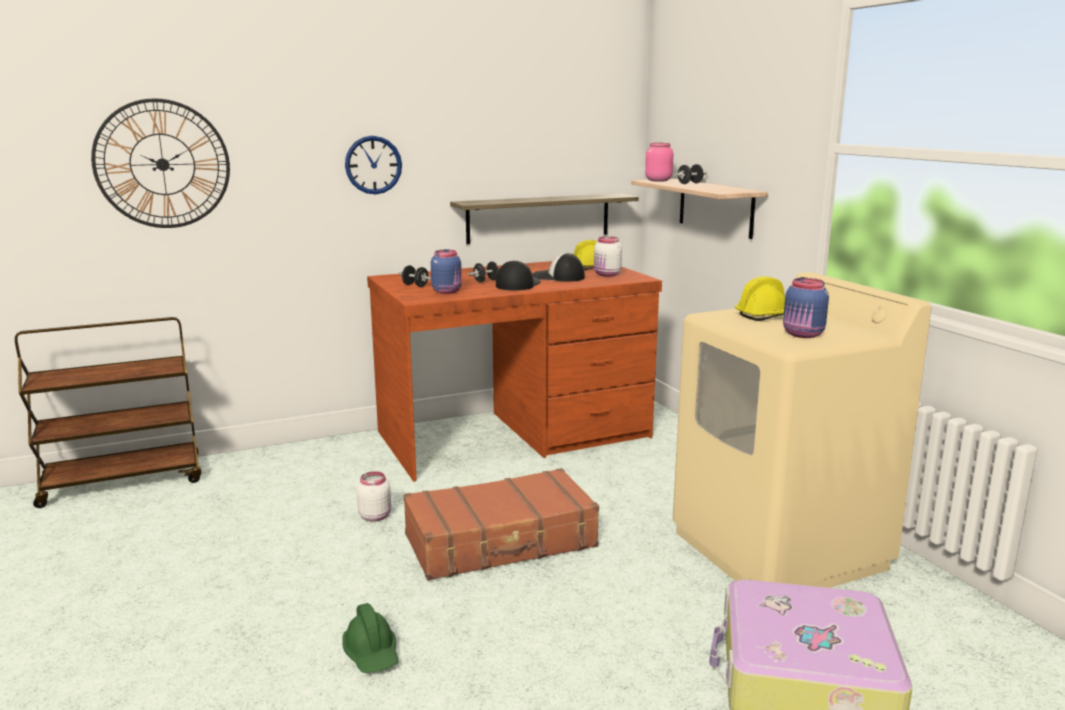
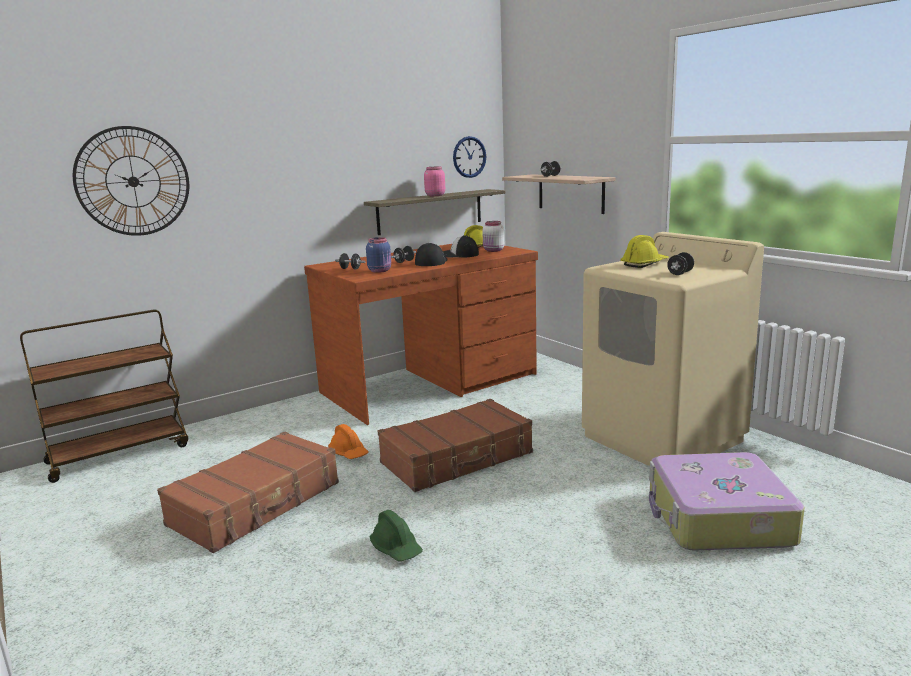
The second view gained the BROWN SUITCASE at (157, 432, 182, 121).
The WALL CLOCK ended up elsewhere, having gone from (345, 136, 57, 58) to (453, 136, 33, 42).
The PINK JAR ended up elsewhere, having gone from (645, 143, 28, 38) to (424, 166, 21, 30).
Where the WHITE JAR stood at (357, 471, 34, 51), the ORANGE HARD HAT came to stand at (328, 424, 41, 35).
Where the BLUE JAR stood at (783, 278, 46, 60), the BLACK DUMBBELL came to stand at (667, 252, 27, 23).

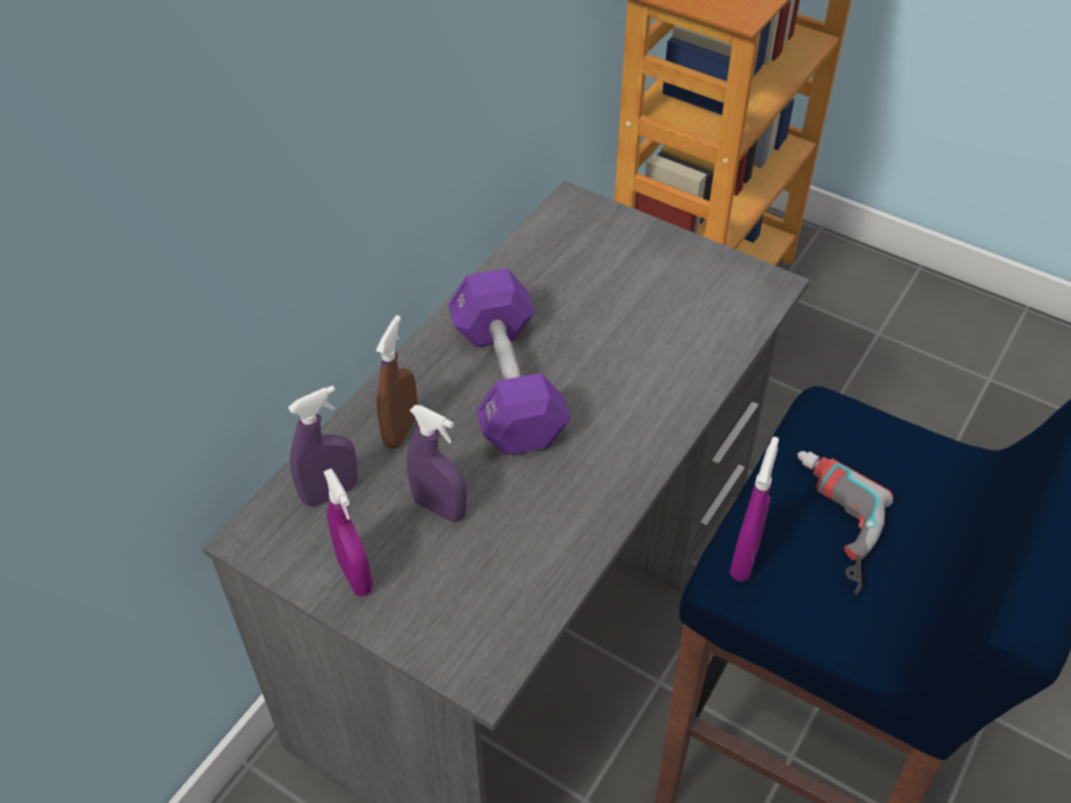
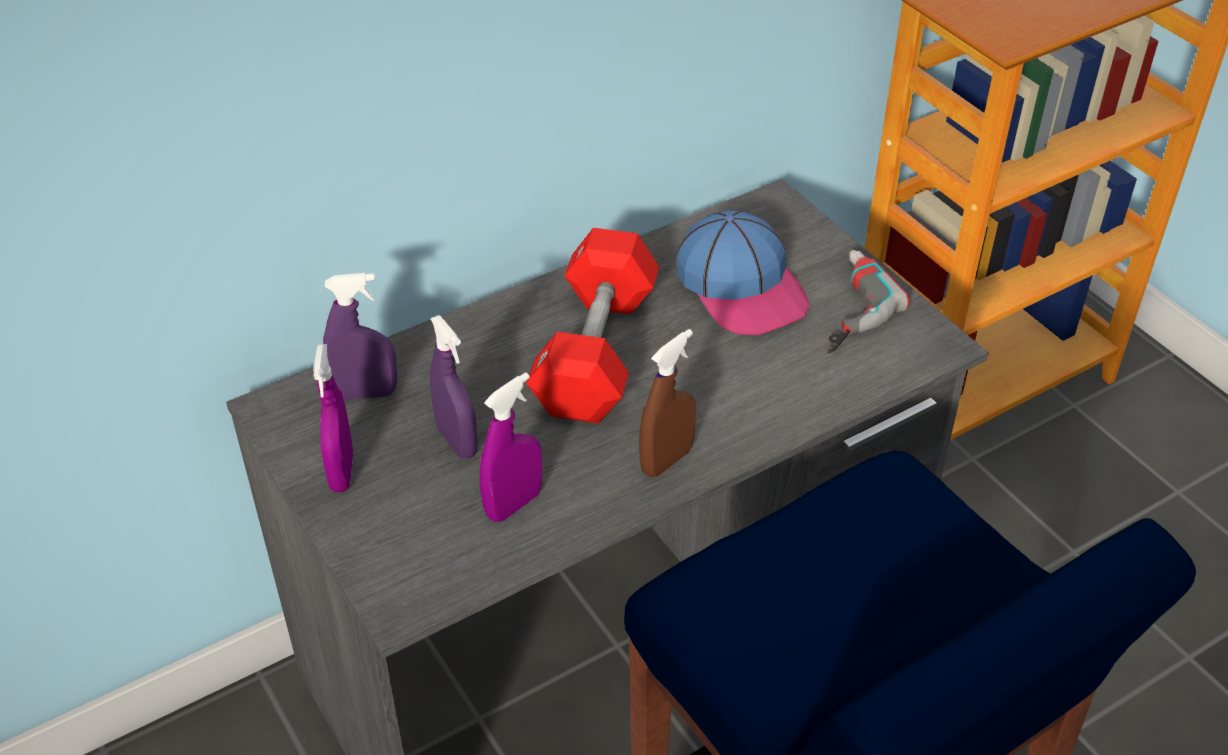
The second view gained the CAP at (677, 210, 133, 125).
The BROWN SPRAY BOTTLE ended up elsewhere, having gone from (376, 315, 42, 134) to (639, 329, 57, 148).
The PURPLE SPRAY BOTTLE ended up elsewhere, having gone from (730, 437, 49, 144) to (480, 372, 62, 150).
The POWER DRILL ended up elsewhere, having gone from (797, 451, 96, 143) to (827, 250, 83, 103).
What was the PURPLE DUMBBELL at (448, 268, 123, 187) turned into the RED DUMBBELL at (526, 228, 133, 196).

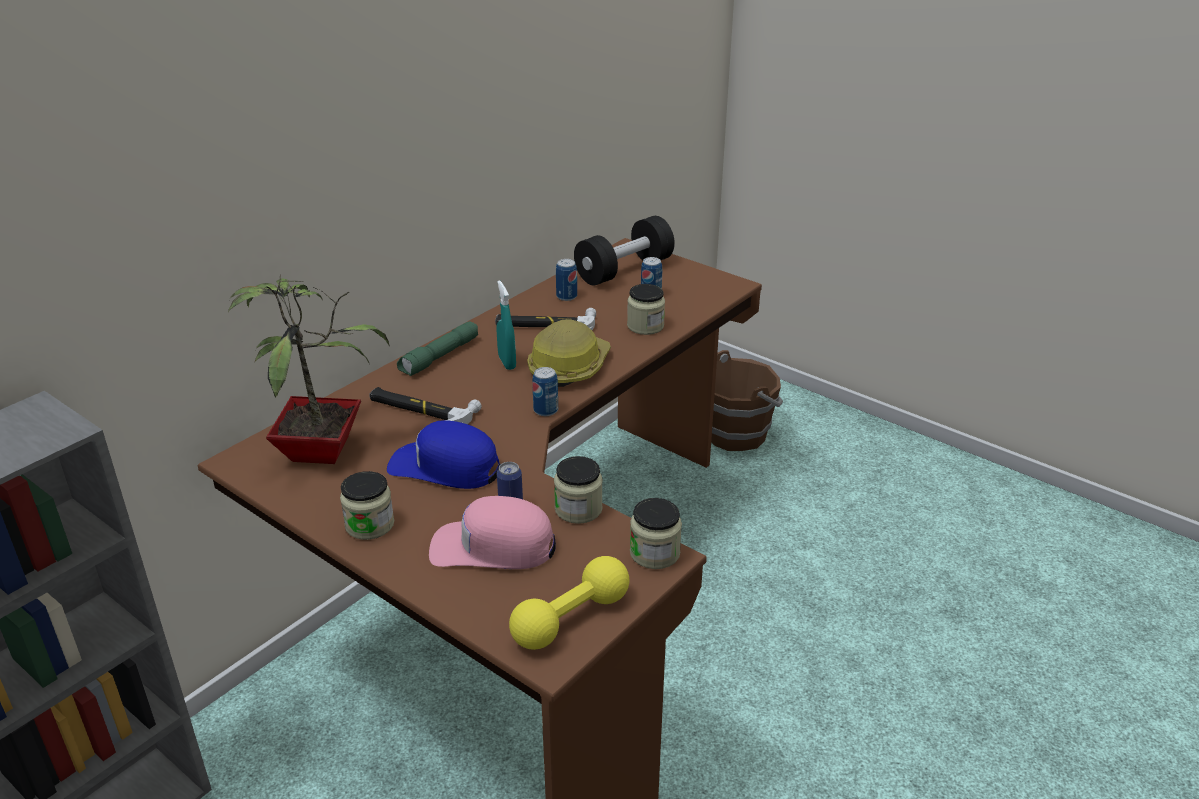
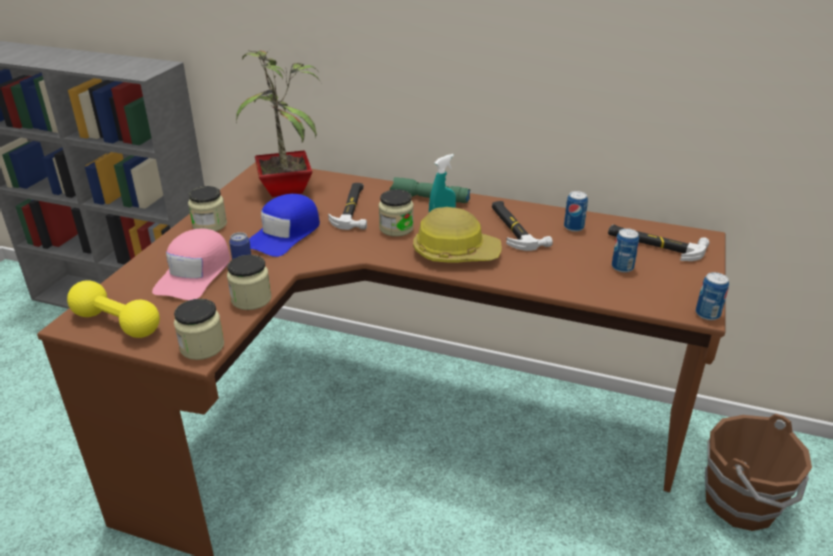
The CAN ended up elsewhere, having gone from (532, 367, 26, 49) to (696, 272, 33, 48).
The JAR ended up elsewhere, having gone from (627, 284, 38, 51) to (379, 189, 35, 48).
Where the BLACK DUMBBELL stood at (574, 216, 101, 69), the HAMMER came to stand at (608, 224, 102, 37).
The BLUE CAP at (387, 420, 113, 69) ended up facing another way, 150 degrees counterclockwise from before.
The PINK CAP at (429, 496, 127, 73) ended up facing another way, 150 degrees counterclockwise from before.

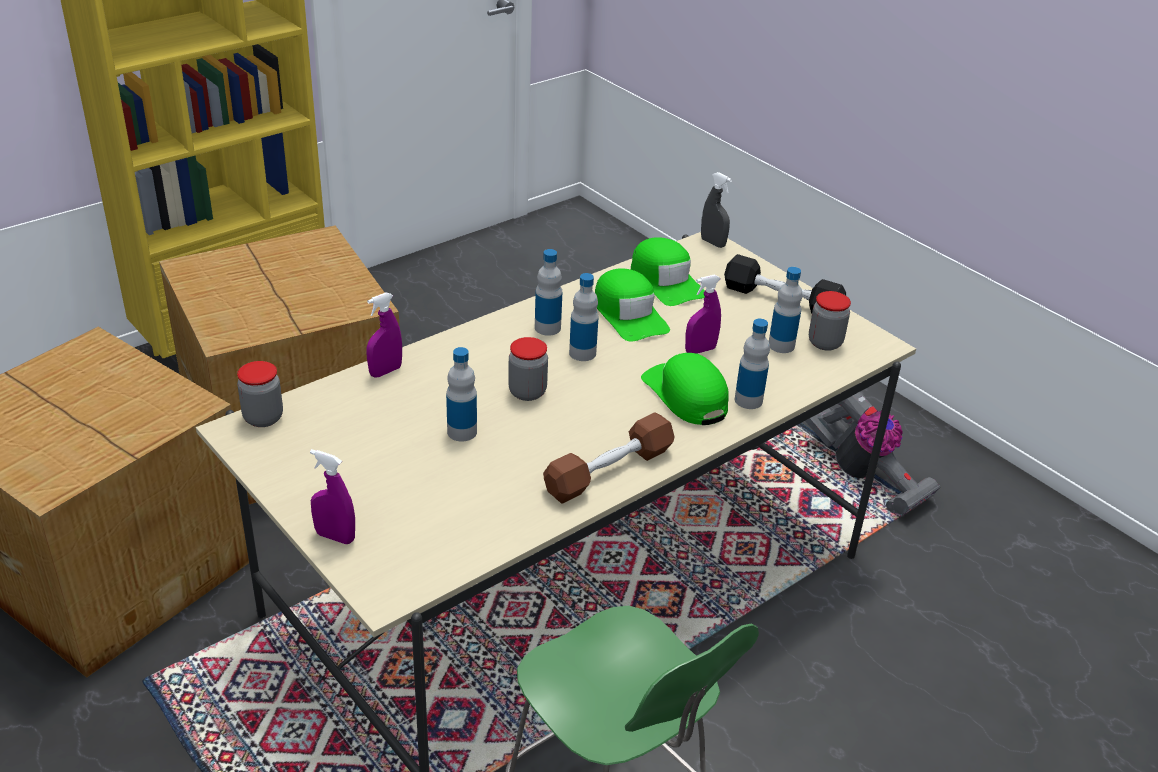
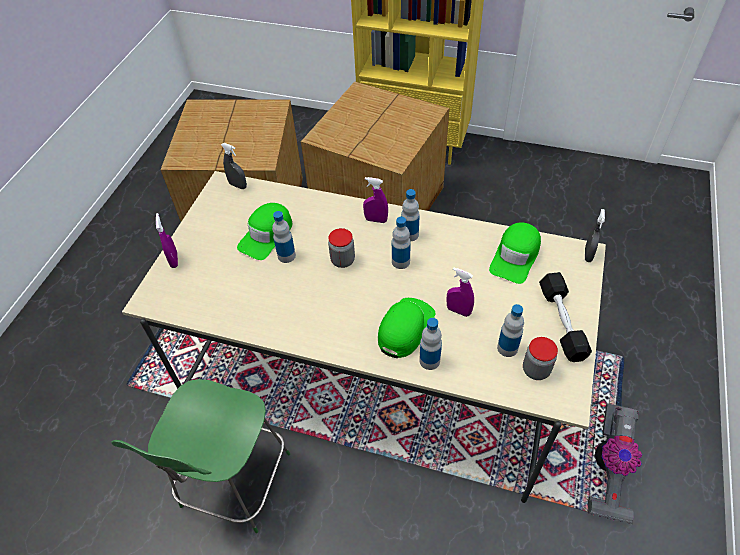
The second view lost the BROWN DUMBBELL at (543, 412, 131, 92).
The PURPLE SPRAY BOTTLE ended up elsewhere, having gone from (366, 292, 36, 85) to (363, 177, 25, 46).
The GREEN CAP ended up elsewhere, having gone from (595, 268, 75, 74) to (237, 203, 55, 57).
Where the JAR stood at (237, 361, 46, 66), the GREY SPRAY BOTTLE came to stand at (221, 143, 26, 46).

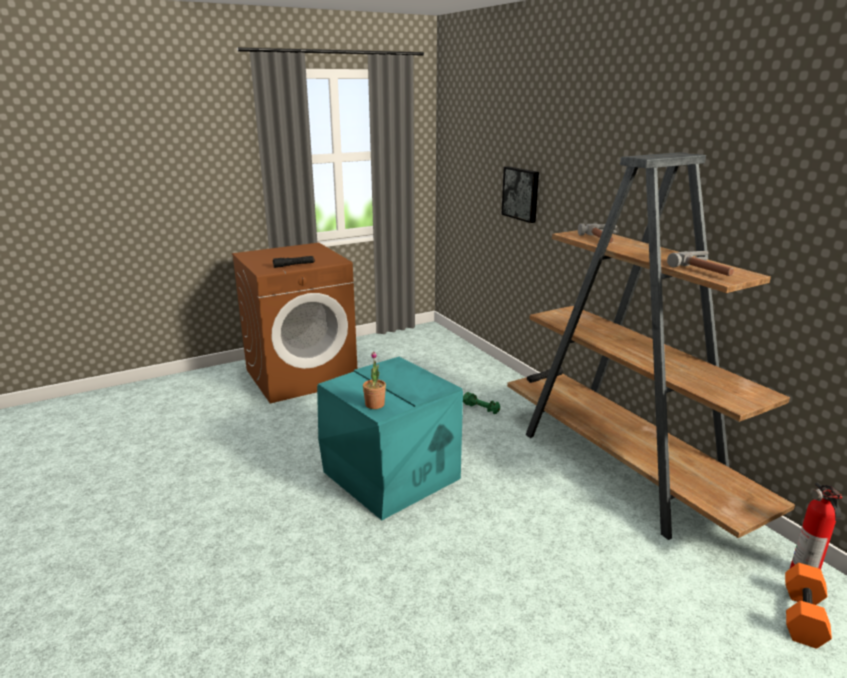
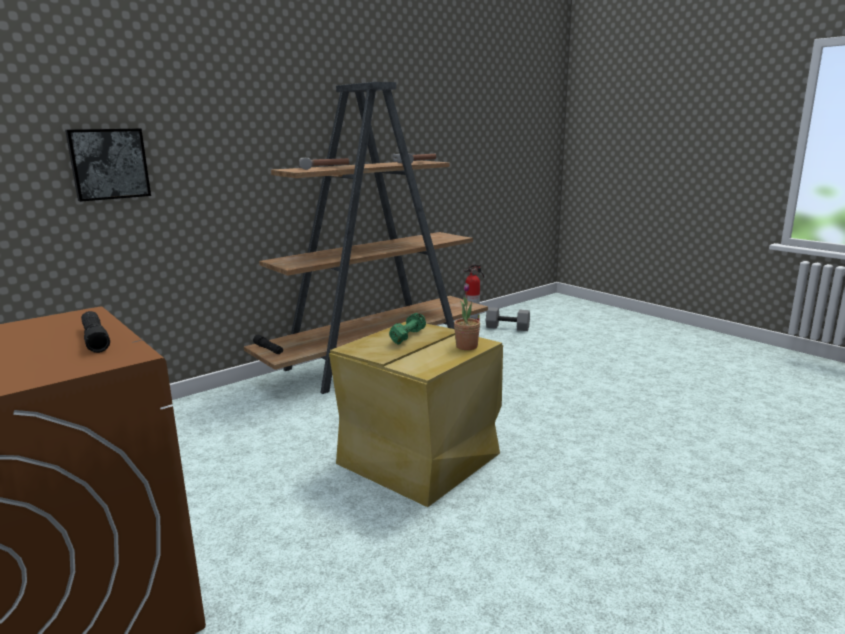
The GREEN DUMBBELL ended up elsewhere, having gone from (463, 392, 37, 22) to (389, 313, 37, 32).
What was the TURQUOISE STORAGE BOX at (317, 357, 146, 163) turned into the BEIGE STORAGE BOX at (329, 322, 174, 185).
What was the ORANGE DUMBBELL at (785, 563, 47, 85) turned into the GREY DUMBBELL at (486, 307, 44, 24).

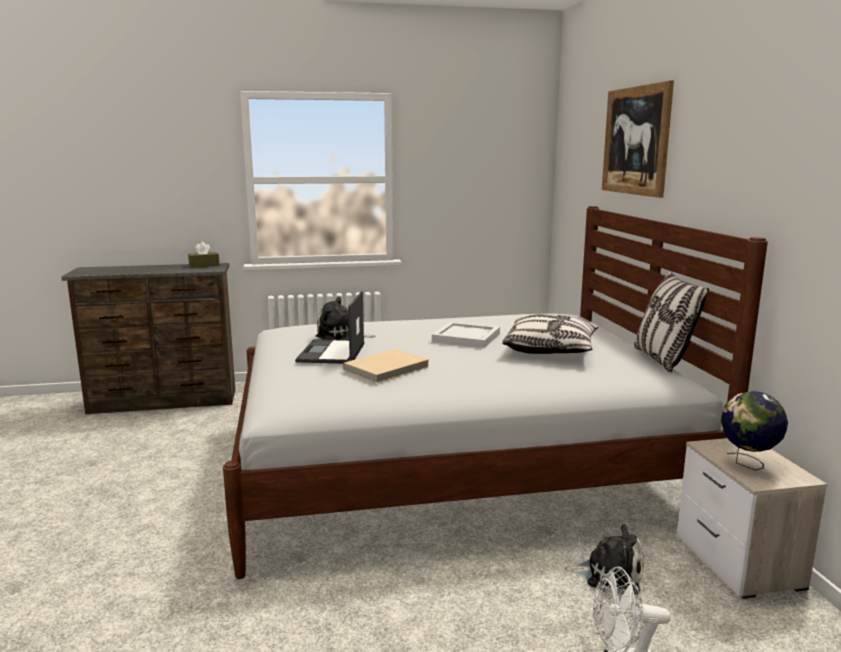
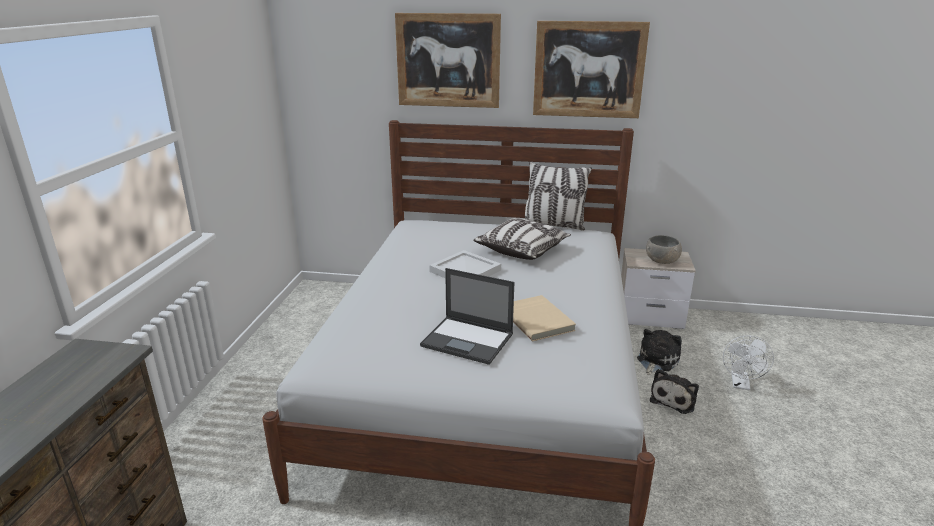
The second view lost the BROWN TISSUE BOX at (188, 242, 31, 26).
The second view gained the PICTURE at (533, 21, 117, 97).
The PLUSH TOY ended up elsewhere, having gone from (316, 296, 59, 44) to (650, 369, 49, 45).
Where the GLOBE stood at (721, 391, 67, 80), the GREY BOWL came to stand at (646, 235, 36, 29).

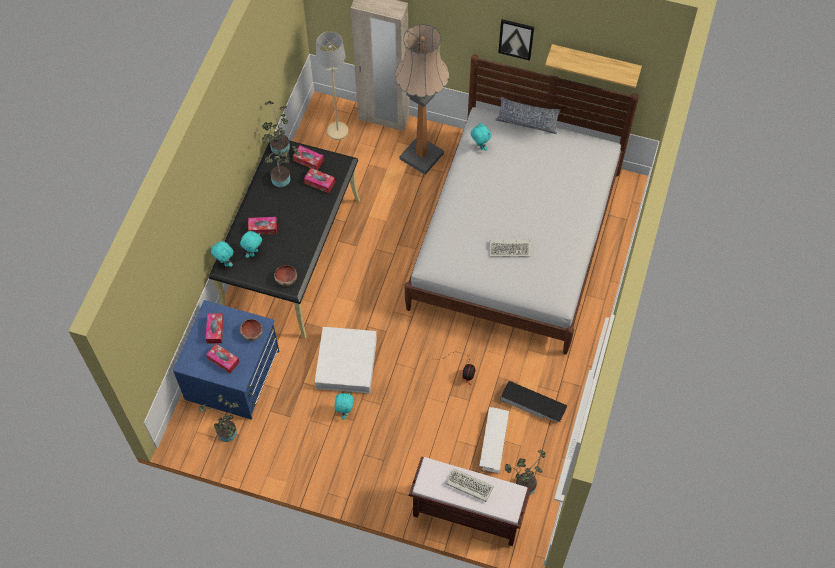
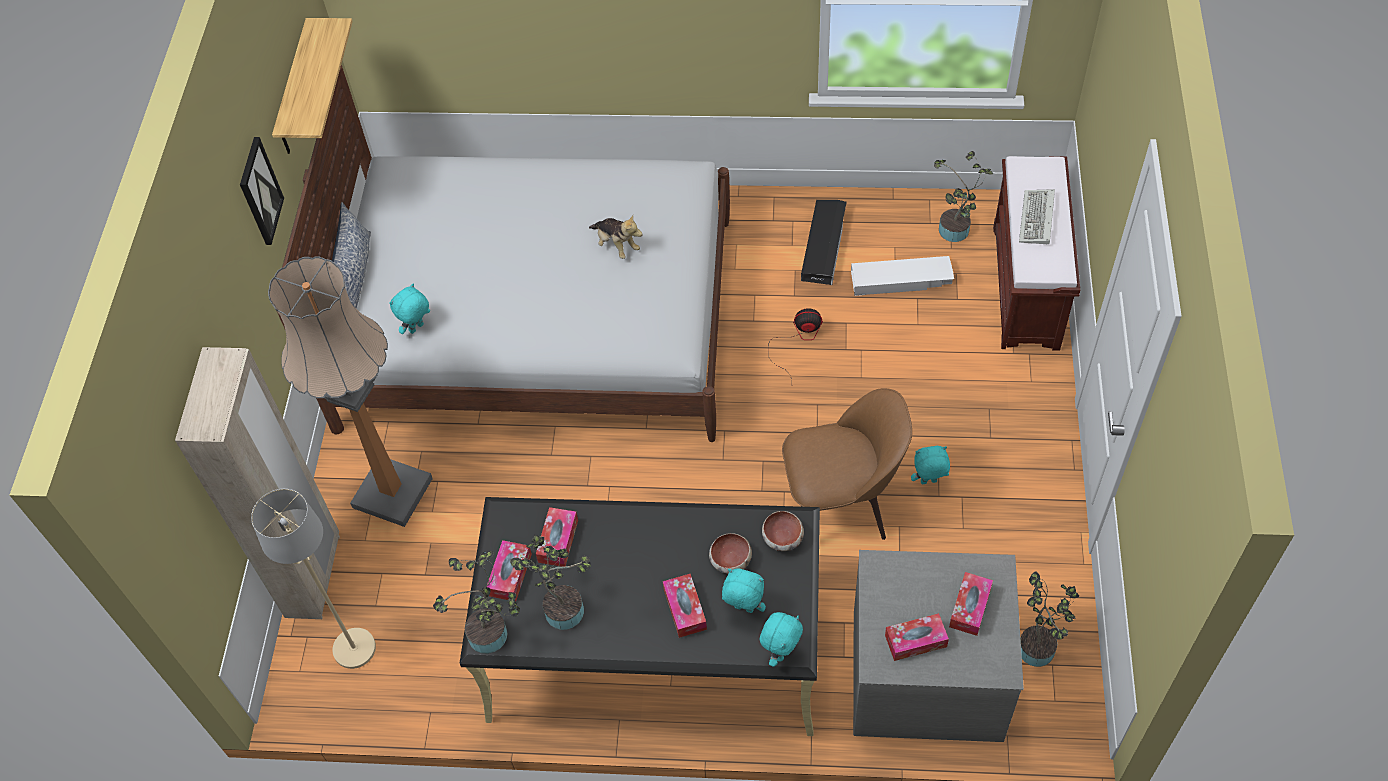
The BOWL ended up elsewhere, having gone from (240, 319, 23, 22) to (709, 533, 43, 41).
Where the WHITE STORAGE BOX stood at (315, 327, 62, 67), the BROWN CHAIR came to stand at (782, 388, 130, 152).
Where the KEYBOARD stood at (490, 240, 41, 17), the PLUSH TOY came to stand at (589, 216, 54, 43).
What was the BLUE DRESSER at (172, 300, 107, 120) turned into the GREY DRESSER at (853, 550, 171, 192).

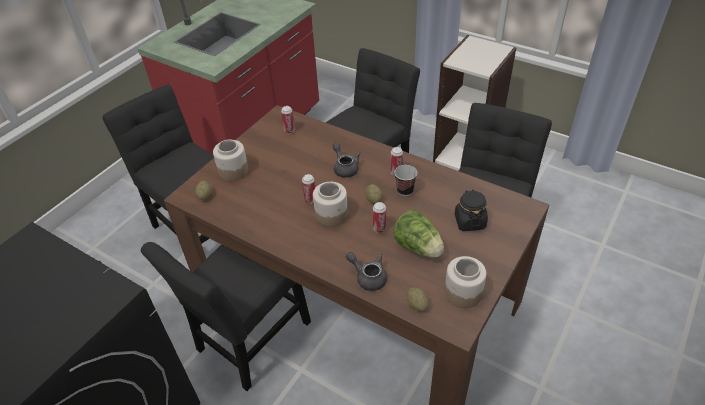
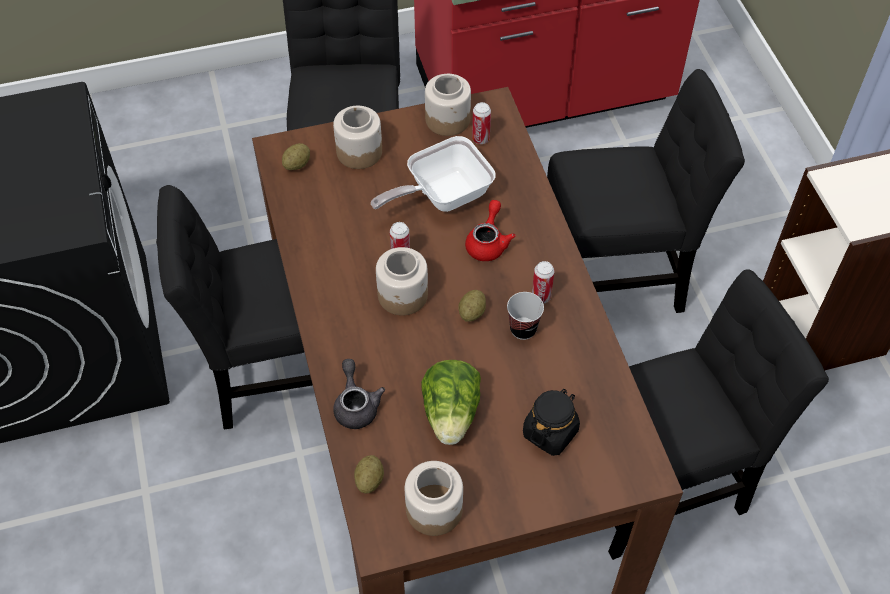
The second view lost the CAN at (373, 202, 13, 31).
The second view gained the FRYING PAN at (371, 136, 125, 76).
The second view gained the JAR at (425, 74, 46, 62).
What was the GREY TEAPOT at (333, 143, 28, 35) turned into the RED TEAPOT at (465, 200, 51, 61).

